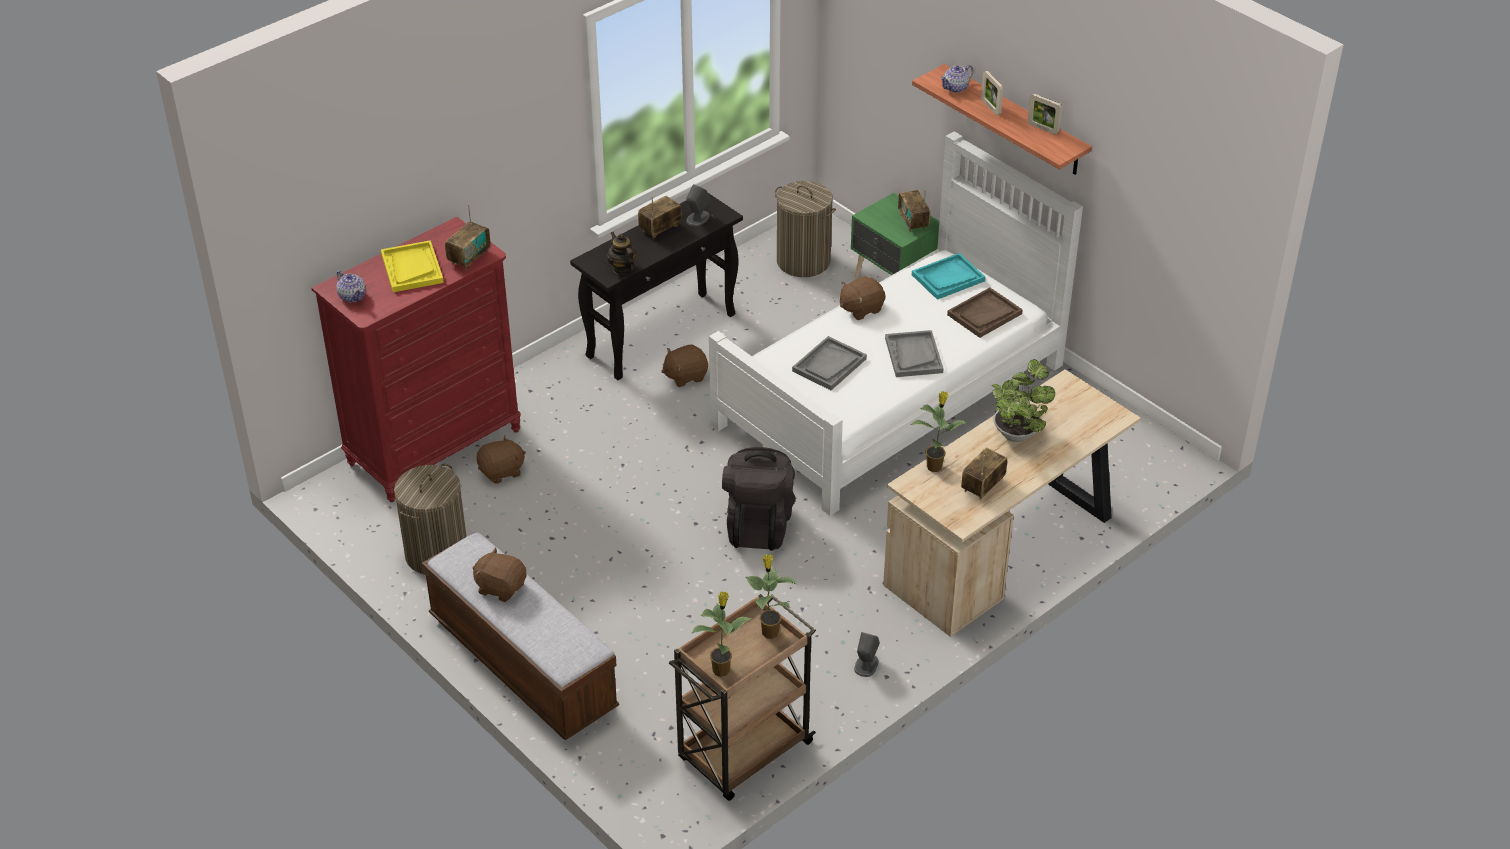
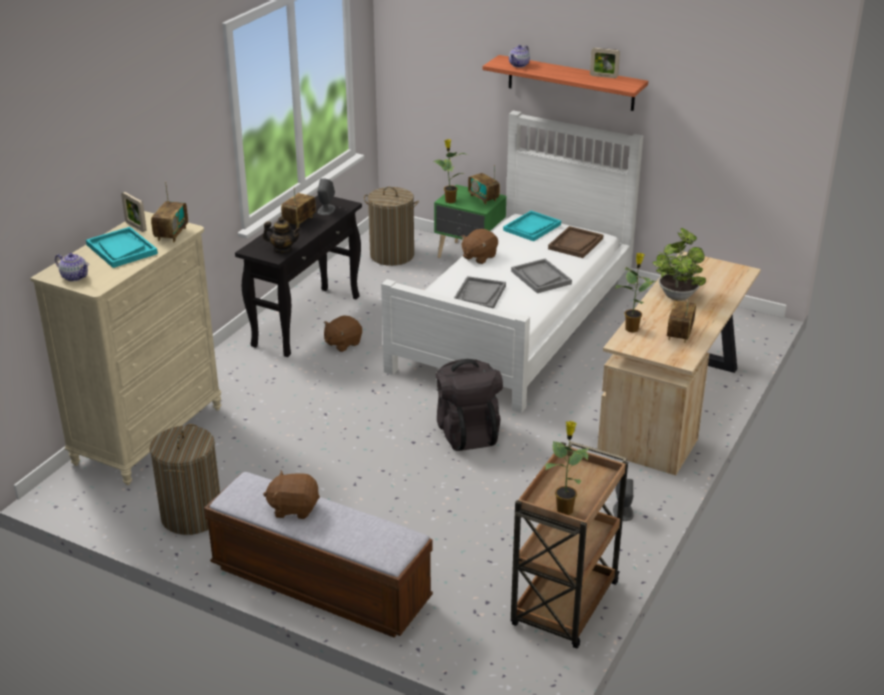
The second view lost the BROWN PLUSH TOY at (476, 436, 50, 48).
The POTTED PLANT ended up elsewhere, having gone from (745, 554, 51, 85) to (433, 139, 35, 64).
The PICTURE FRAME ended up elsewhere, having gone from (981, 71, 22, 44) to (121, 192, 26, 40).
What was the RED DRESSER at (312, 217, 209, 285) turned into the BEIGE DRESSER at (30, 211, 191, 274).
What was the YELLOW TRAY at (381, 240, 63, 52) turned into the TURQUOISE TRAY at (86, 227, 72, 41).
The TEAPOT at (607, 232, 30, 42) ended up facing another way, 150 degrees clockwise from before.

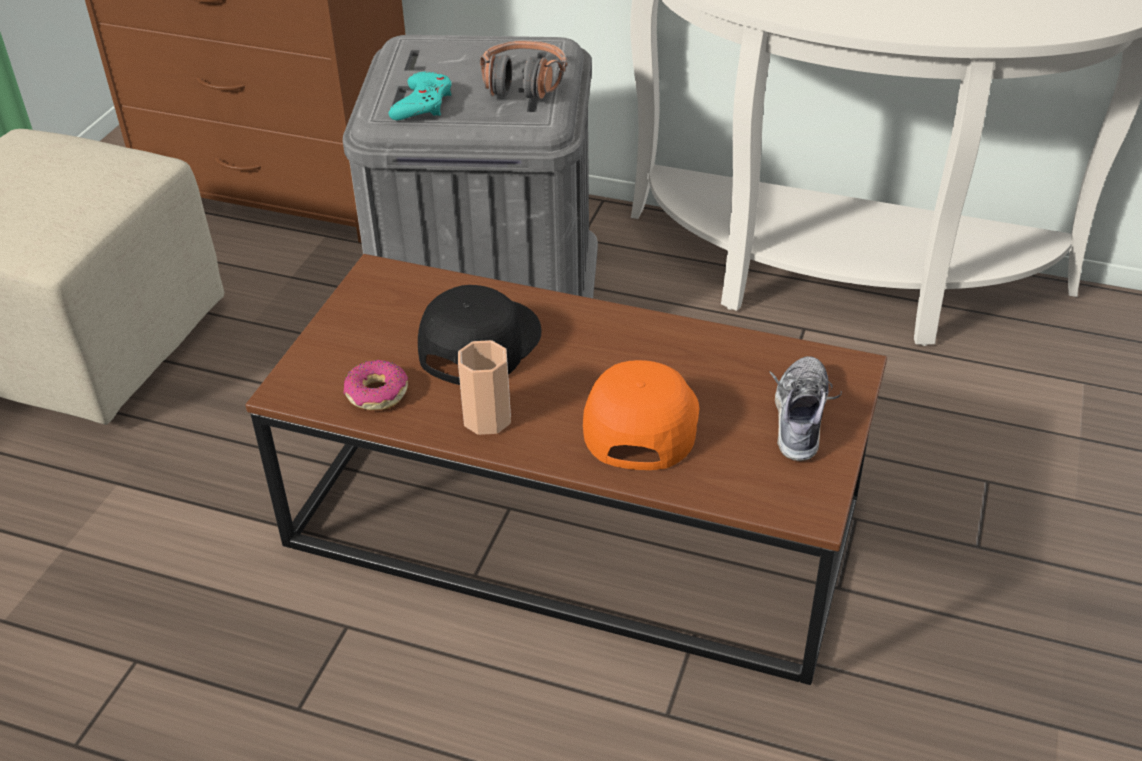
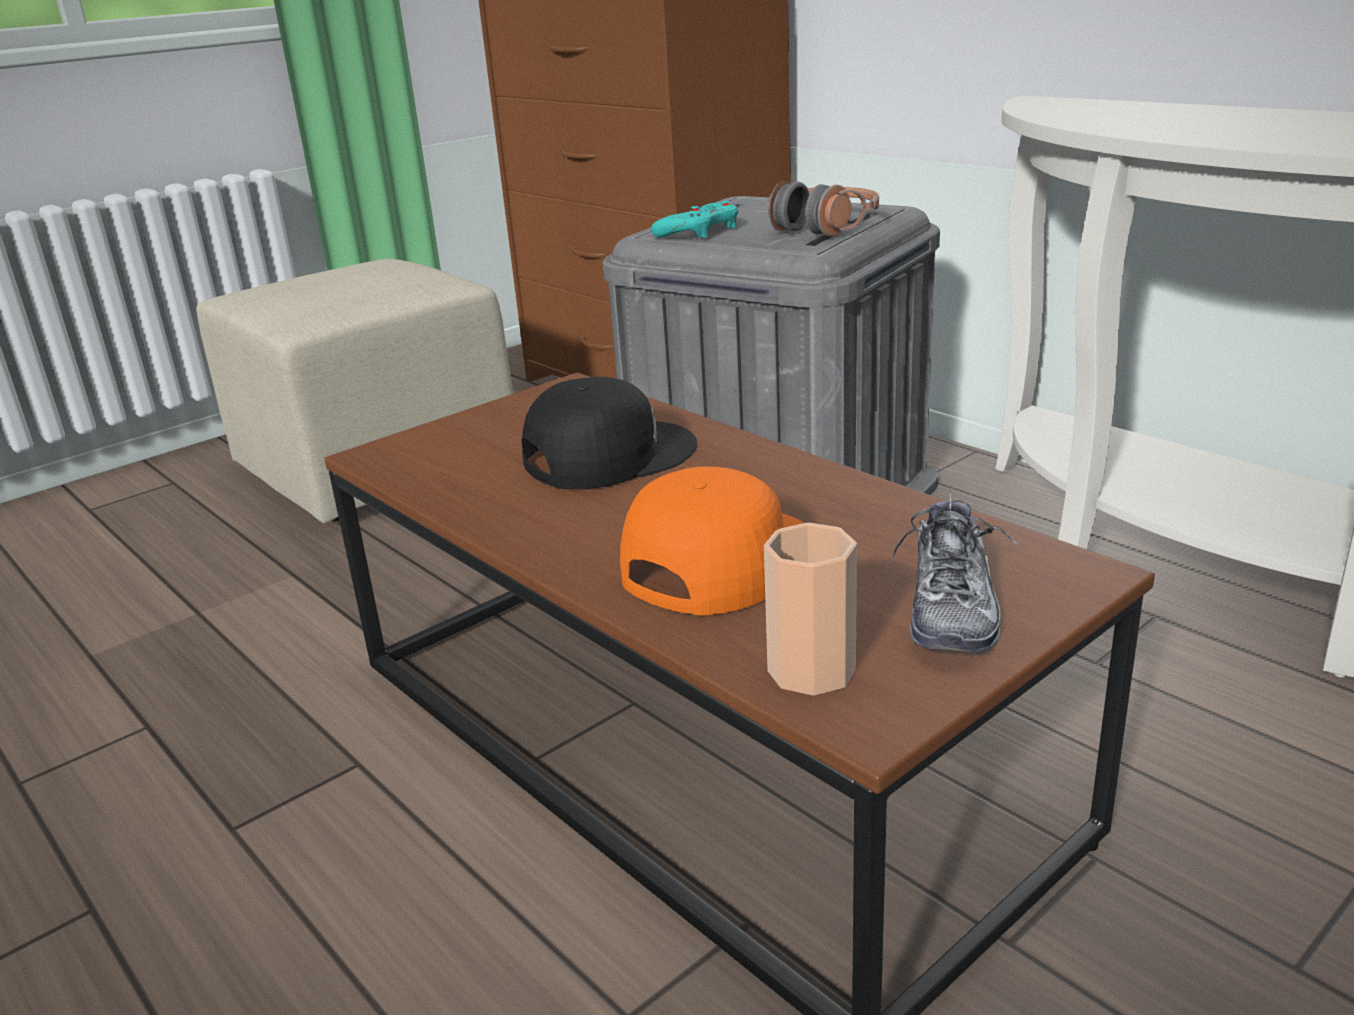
The second view lost the DONUT at (344, 360, 64, 50).
The CUP ended up elsewhere, having gone from (458, 340, 53, 95) to (764, 523, 93, 173).
The SHOE at (769, 356, 73, 105) ended up facing another way, 150 degrees clockwise from before.

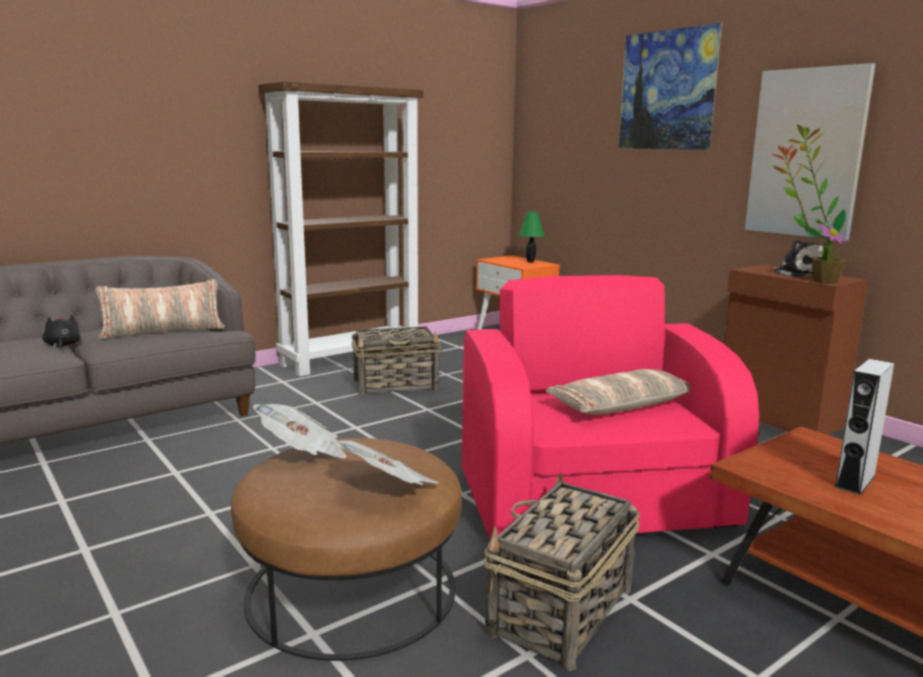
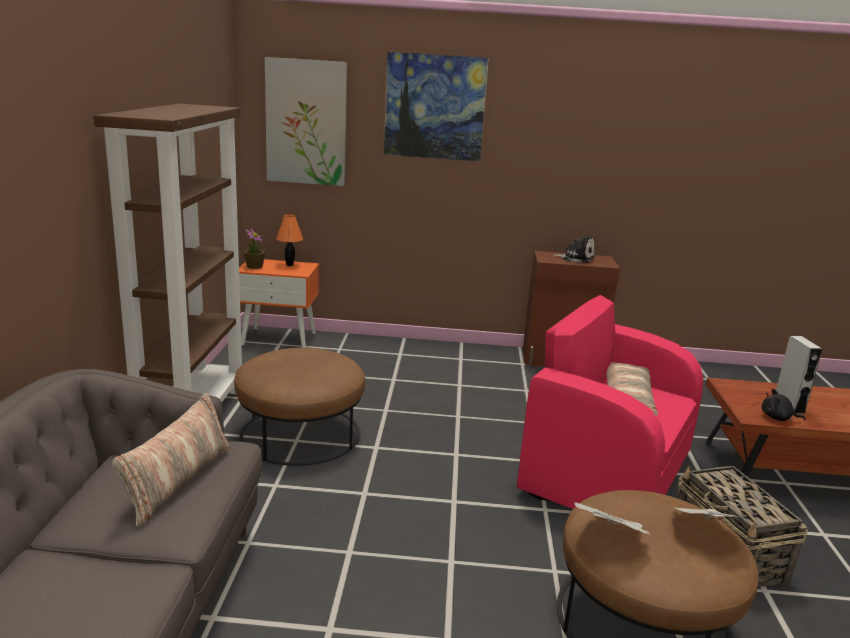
The BLACK PLUSH TOY ended up elsewhere, having gone from (42, 315, 38, 35) to (762, 389, 44, 33).
The PICTURE ended up elsewhere, having gone from (745, 63, 130, 178) to (265, 57, 82, 129).
The POTTED PLANT ended up elsewhere, having gone from (812, 224, 33, 60) to (244, 229, 21, 40).
Where the BASKET stood at (352, 326, 90, 69), the BROWN OTTOMAN came to stand at (234, 348, 131, 118).
What was the GREEN TABLE LAMP at (519, 211, 26, 52) turned into the ORANGE TABLE LAMP at (276, 215, 27, 51).

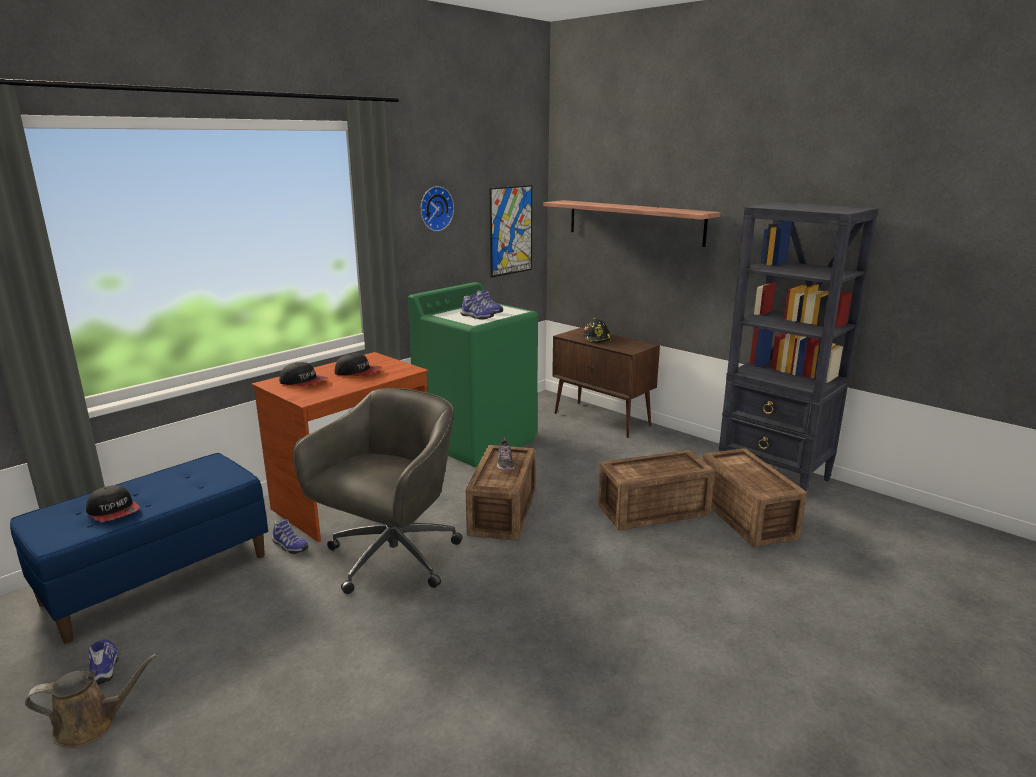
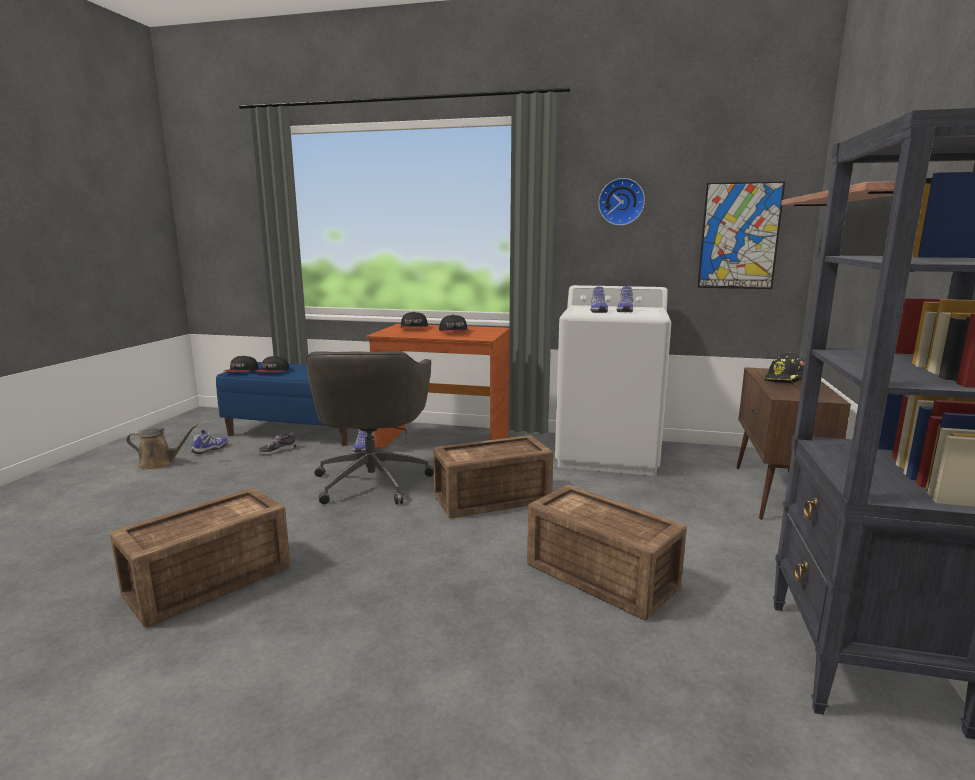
The second view gained the CAP at (224, 355, 35, 17).
The SHOE ended up elsewhere, having gone from (497, 438, 17, 32) to (257, 432, 39, 23).
The CRATE ended up elsewhere, having gone from (702, 448, 105, 99) to (110, 488, 181, 140).
What was the GREEN WASHING MACHINE at (408, 282, 130, 185) turned into the WHITE WASHING MACHINE at (555, 285, 116, 191).
The BROWN WATERING CAN at (25, 654, 133, 94) ended up facing another way, 45 degrees counterclockwise from before.
The GREY OFFICE CHAIR at (293, 388, 170, 206) ended up facing another way, 90 degrees clockwise from before.

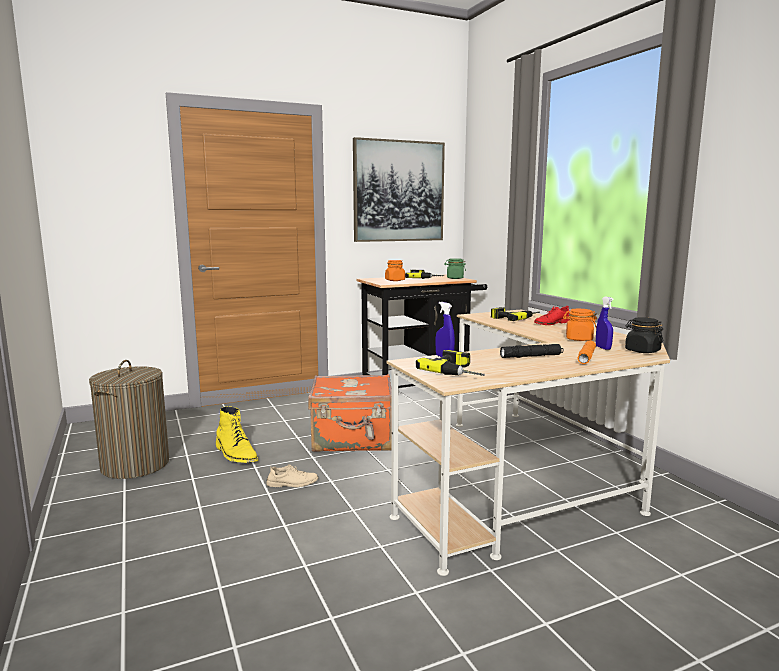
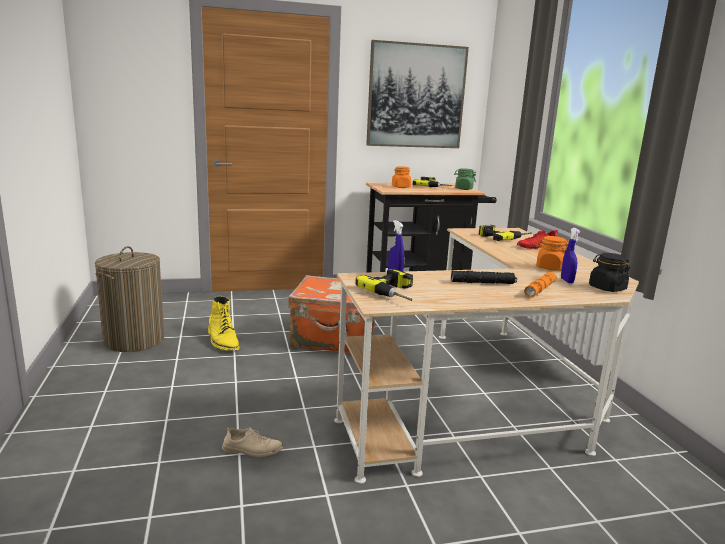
The BEIGE SHOE ended up elsewhere, having gone from (266, 464, 52, 23) to (222, 428, 61, 29).

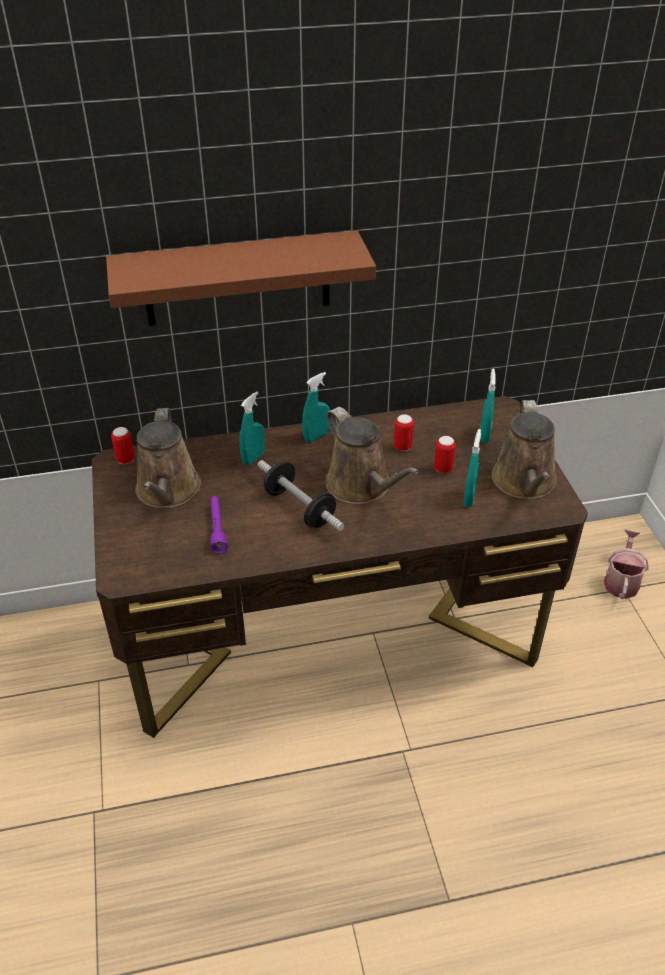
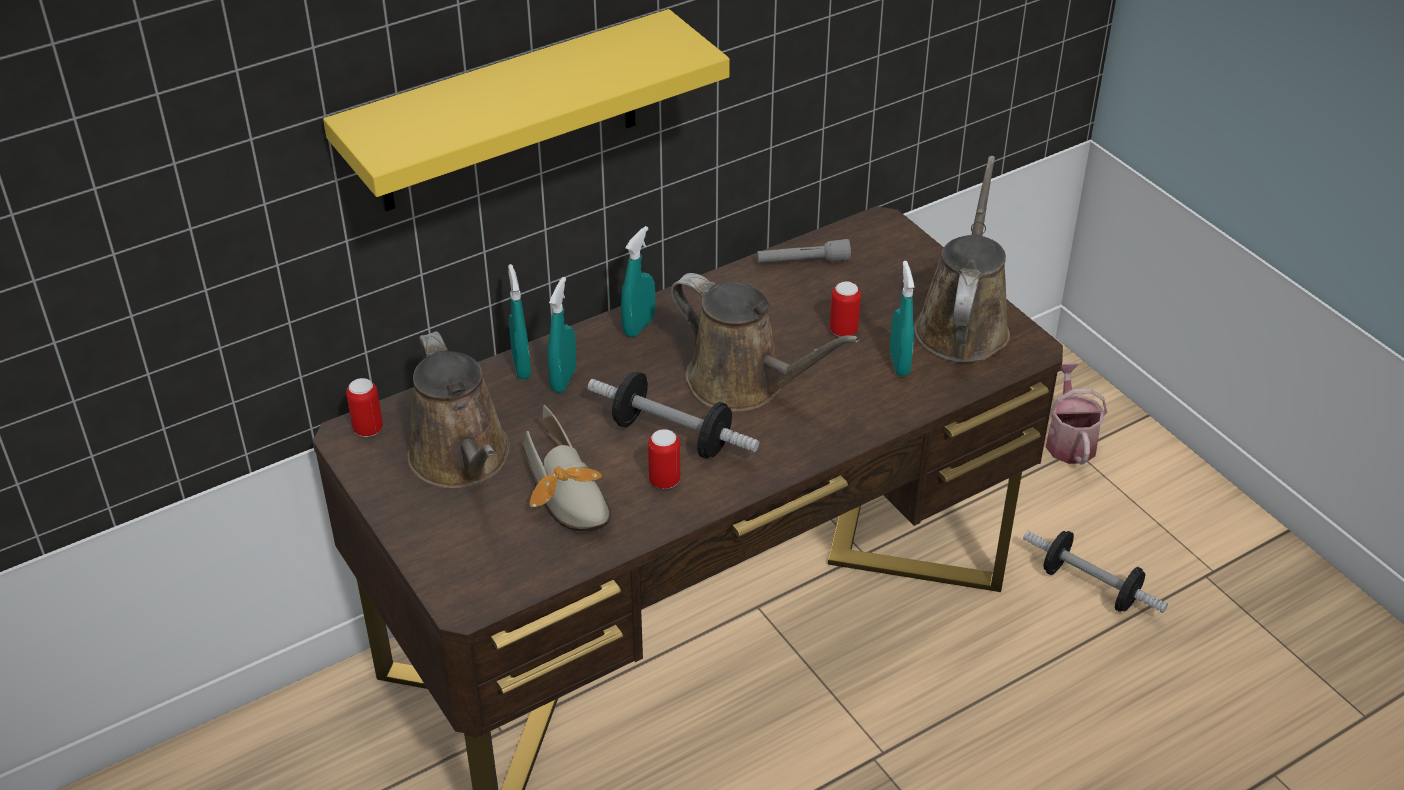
The second view gained the GREY FLASHLIGHT at (757, 239, 94, 24).
The second view gained the DUMBBELL at (1023, 531, 145, 82).
The CAN ended up elsewhere, having gone from (394, 414, 20, 37) to (648, 429, 32, 60).
The TURQUOISE SPRAY BOTTLE ended up elsewhere, having gone from (481, 369, 15, 74) to (508, 264, 23, 116).
Where the PURPLE FLASHLIGHT stood at (210, 496, 18, 58), the SHOE came to stand at (522, 405, 89, 127).
What was the BROWN SHELF at (106, 231, 270, 95) turned into the YELLOW SHELF at (323, 9, 407, 202).
The BROWN WATERING CAN at (492, 400, 65, 99) ended up facing another way, 150 degrees counterclockwise from before.

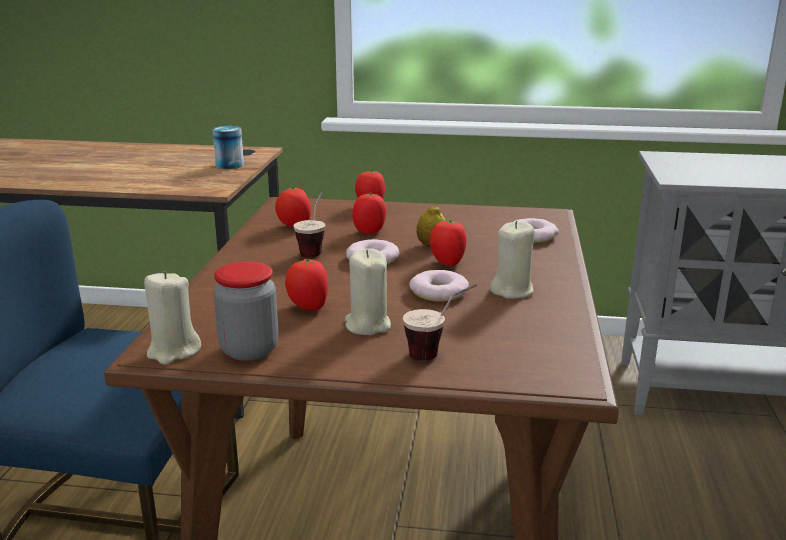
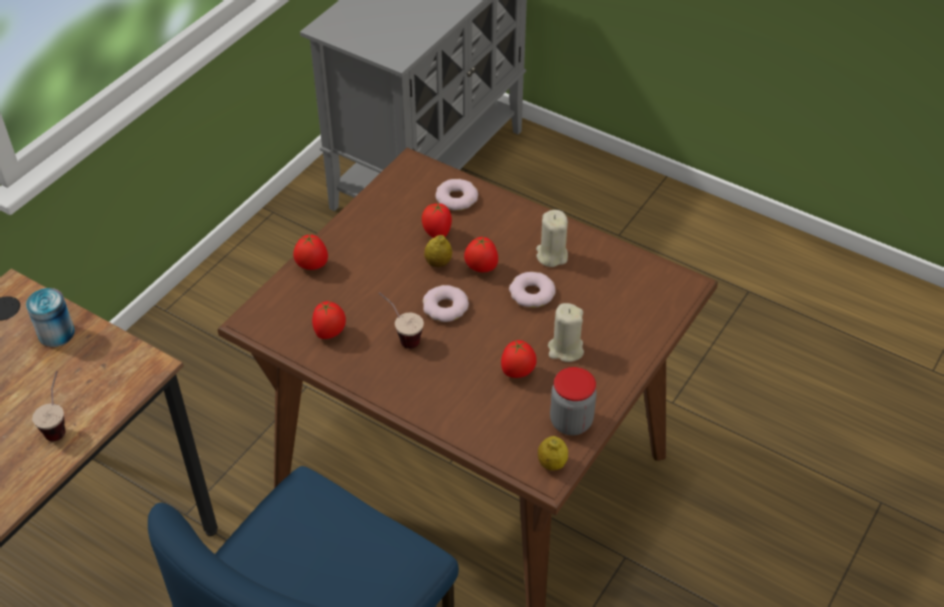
The TOMATO ended up elsewhere, having gone from (352, 193, 34, 41) to (422, 203, 30, 35).
The CUP ended up elsewhere, having gone from (403, 284, 74, 77) to (32, 371, 33, 70).
Where the BEIGE CANDLE stood at (144, 271, 57, 94), the LEMON came to stand at (538, 436, 30, 35).

